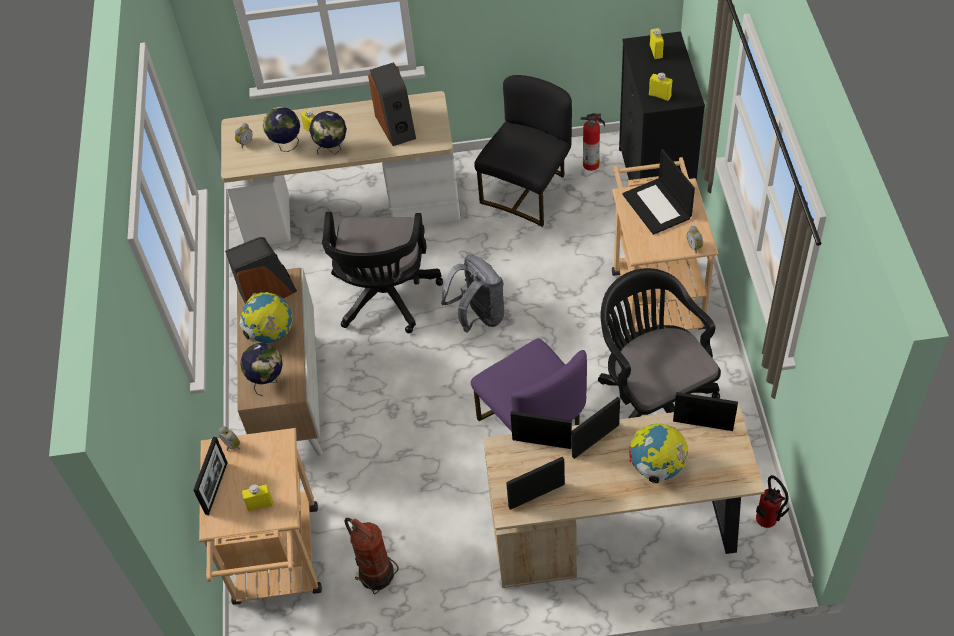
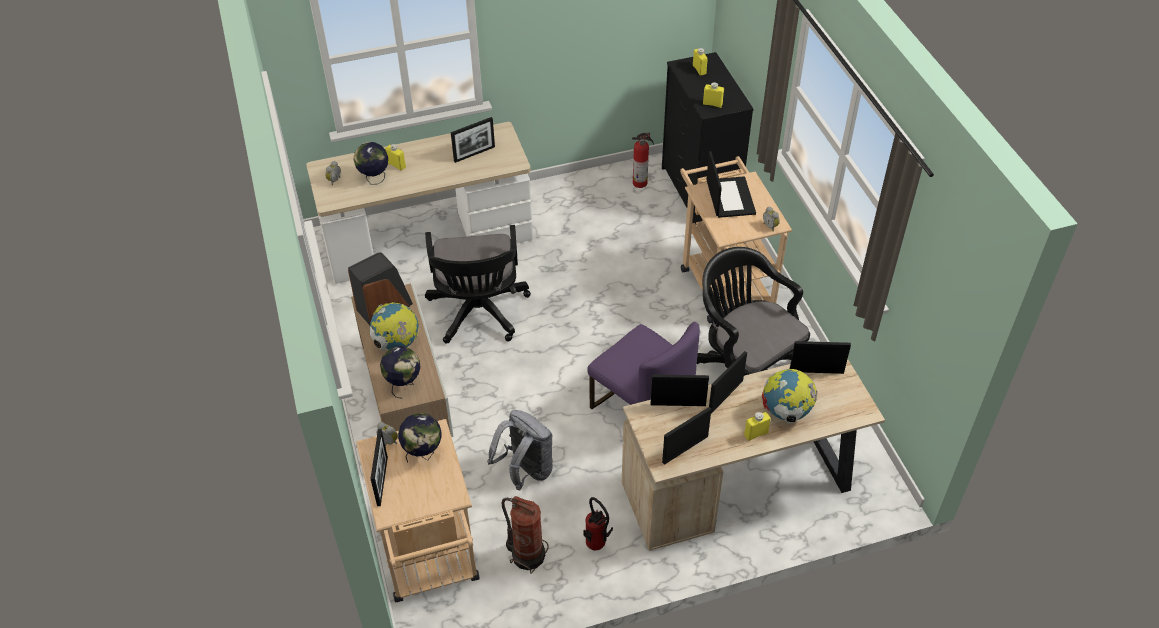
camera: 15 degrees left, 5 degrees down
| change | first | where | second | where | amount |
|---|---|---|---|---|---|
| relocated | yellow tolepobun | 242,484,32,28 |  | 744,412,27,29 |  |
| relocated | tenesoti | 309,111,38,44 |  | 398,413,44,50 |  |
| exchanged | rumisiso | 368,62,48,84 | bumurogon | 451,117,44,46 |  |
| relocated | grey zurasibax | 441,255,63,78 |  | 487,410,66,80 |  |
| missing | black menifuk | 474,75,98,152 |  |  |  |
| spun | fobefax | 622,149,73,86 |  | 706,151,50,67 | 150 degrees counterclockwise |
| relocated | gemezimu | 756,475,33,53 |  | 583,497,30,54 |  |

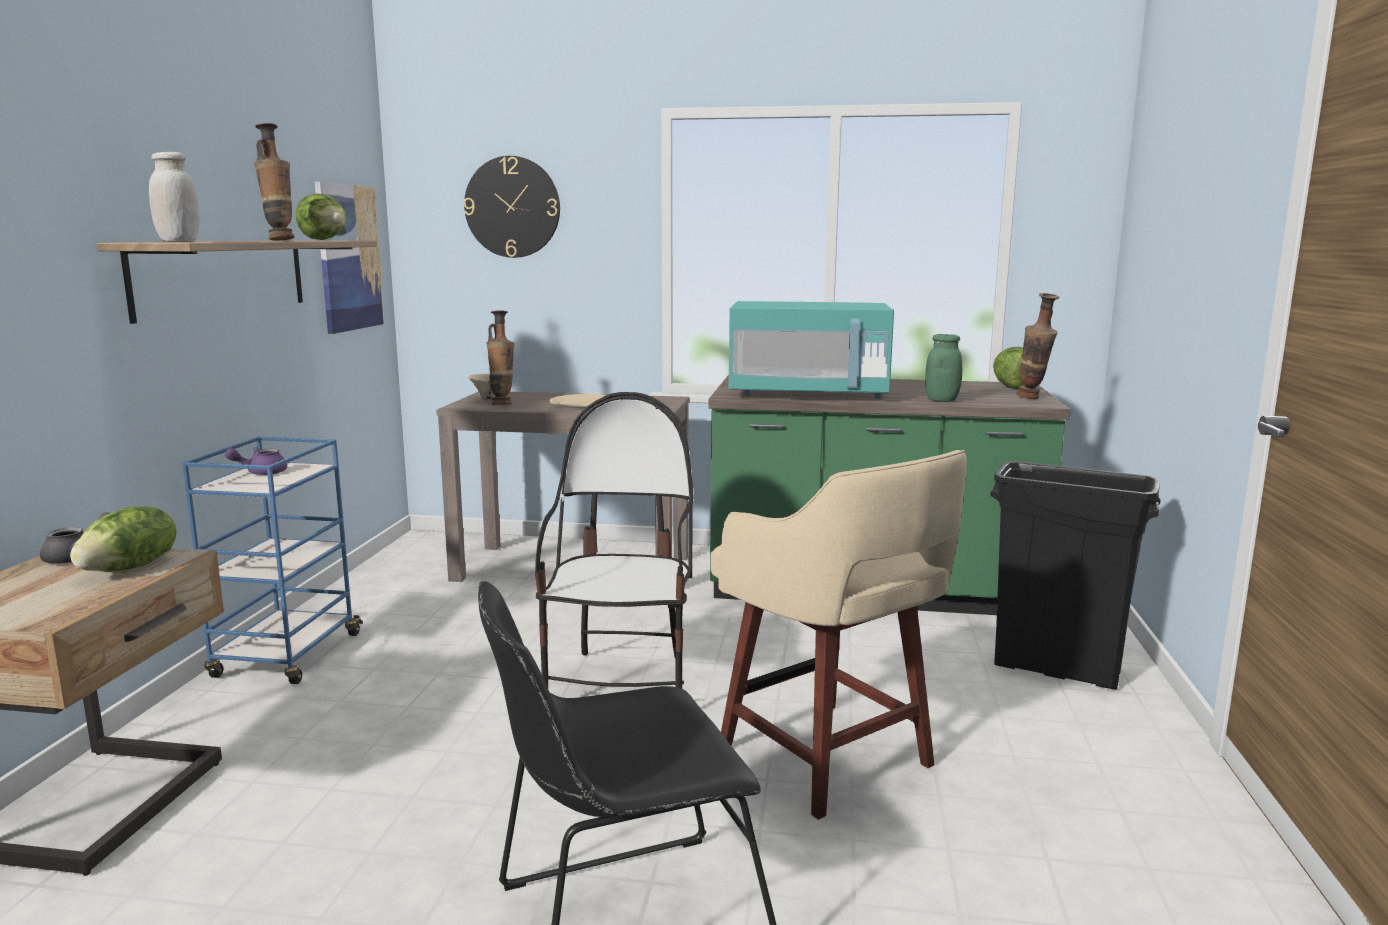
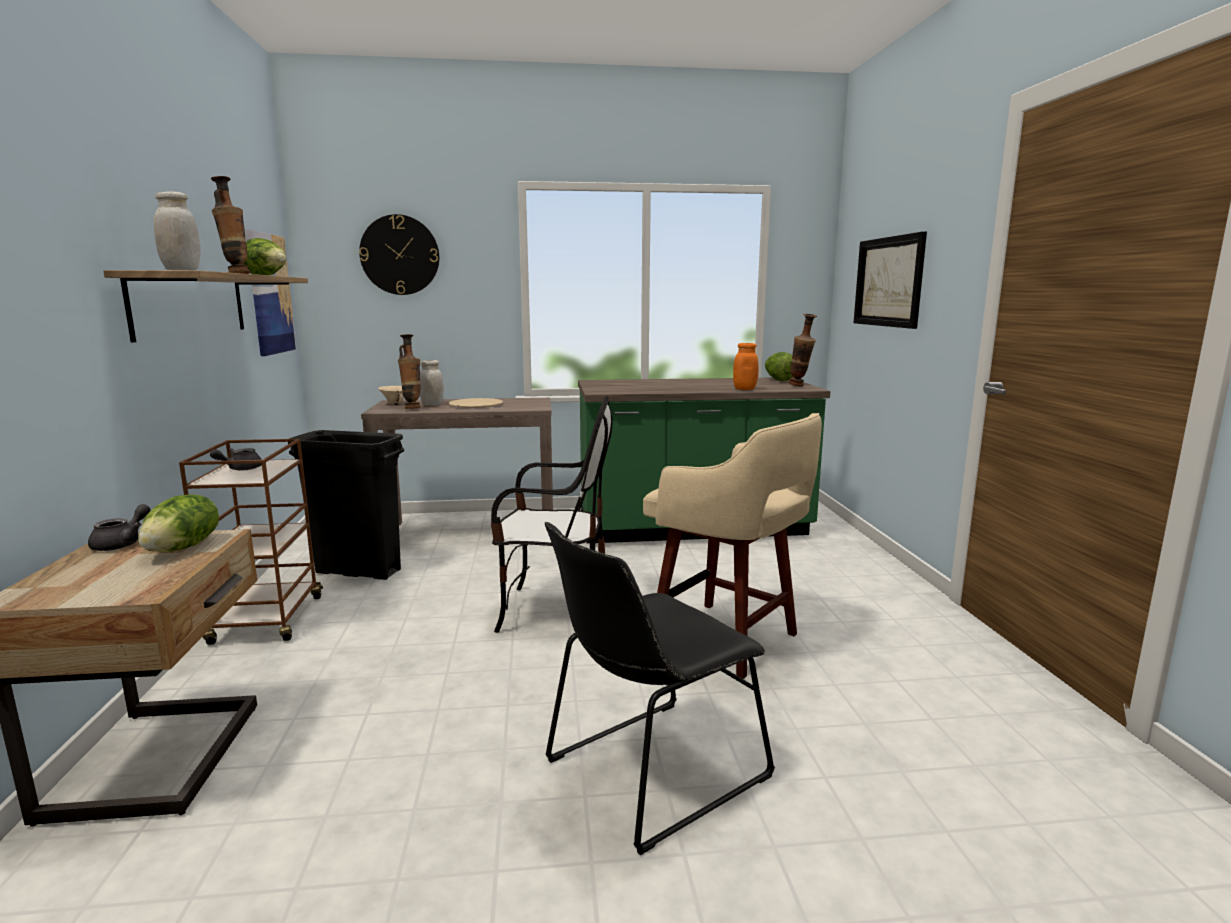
camera: 15 degrees left, 0 degrees up
| change | first | where | second | where | amount |
|---|---|---|---|---|---|
| colour | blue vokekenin | 182,437,181,247 | brown vokekenin | 179,439,144,206 |  |
| colour | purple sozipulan | 225,447,62,28 | grey sozipulan | 210,448,52,22 |  |
| spun | menifuk | 535,392,158,297 |  | 491,396,122,237 | 105 degrees clockwise |
| missing | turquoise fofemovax | 729,301,165,98 |  |  |  |
| colour | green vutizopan | 925,334,37,68 | orange vutizopan | 733,343,26,47 |  |
| relocated | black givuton | 990,461,171,229 |  | 288,430,116,150 |  |
| appeared |  |  | white vutizopan | 420,360,24,45 |  |
| appeared |  |  | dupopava | 854,232,73,97 |  |

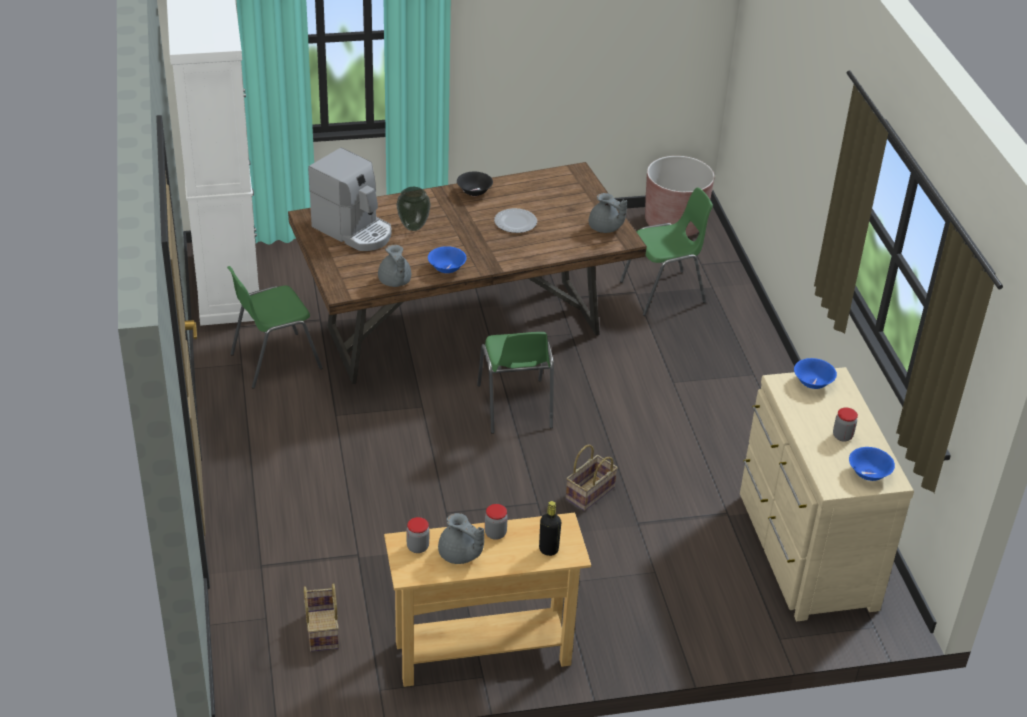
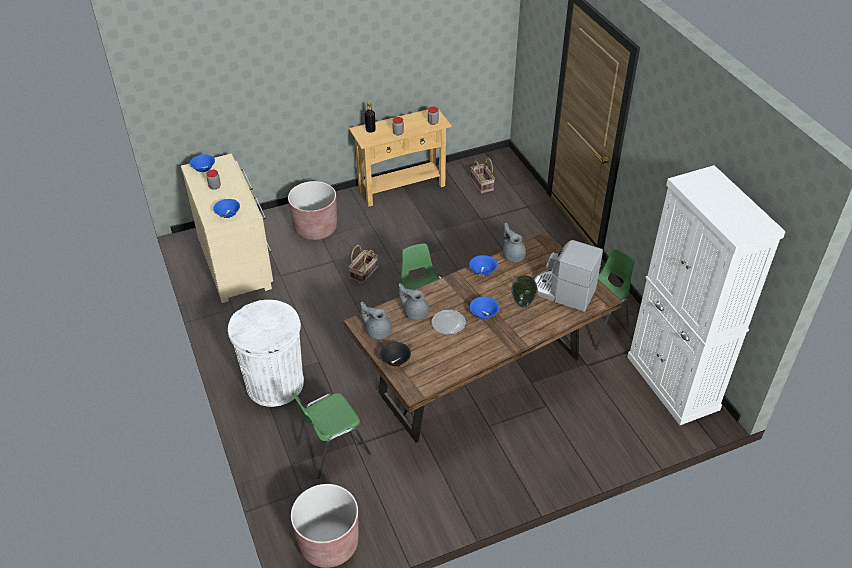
camera: 170 degrees right, 5 degrees up
| change | first | where | second | where | amount |
|---|---|---|---|---|---|
| relocated | grey sozipulan | 438,513,46,51 |  | 399,283,30,37 |  |
| relocated | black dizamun | 457,172,36,24 |  | 380,342,31,24 |  |
| appeared |  |  | white givuton | 228,300,76,107 |  |
| appeared |  |  | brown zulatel | 288,181,49,59 |  |
| appeared |  |  | blue dizamun | 470,297,29,22 |  |

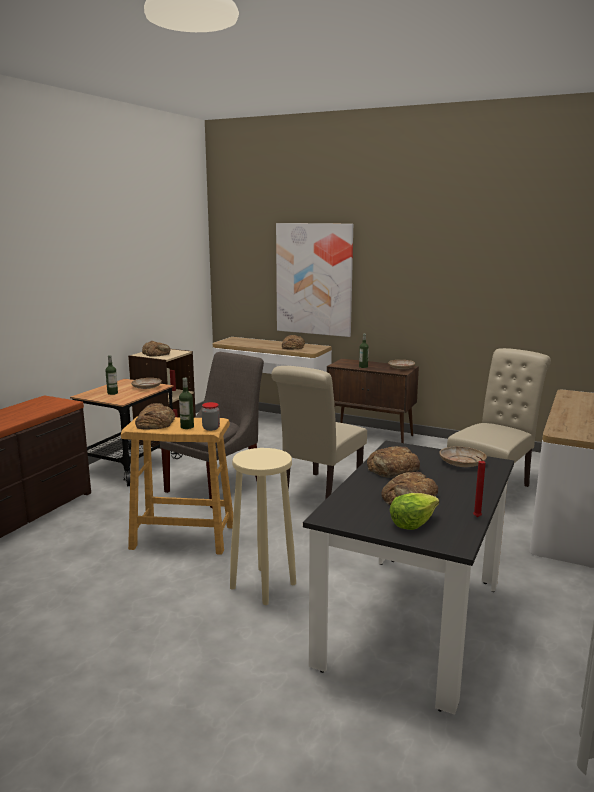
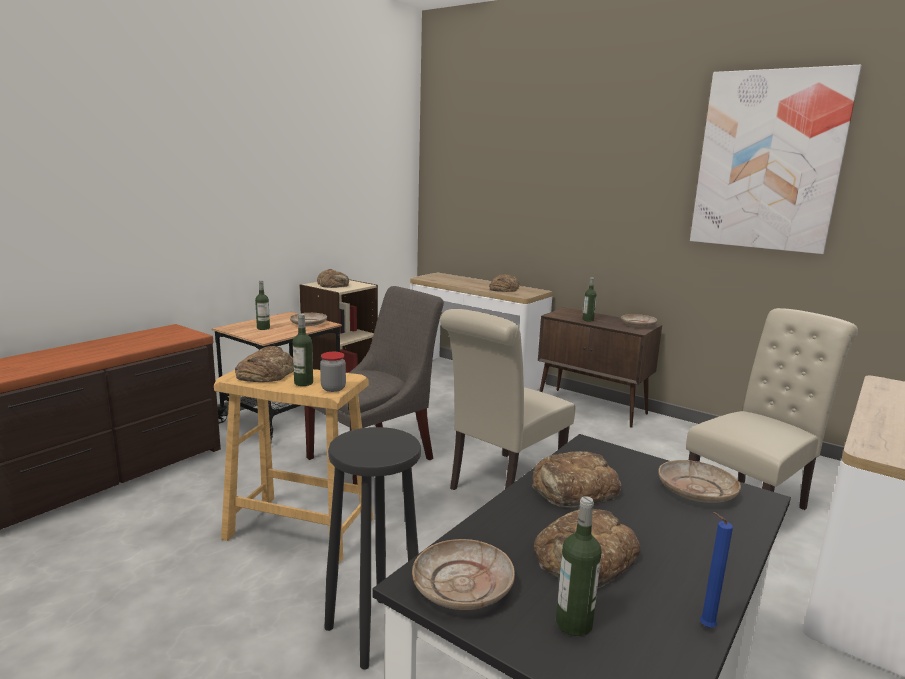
camera: 10 degrees right, 0 degrees up
| change | first | where | second | where | amount |
|---|---|---|---|---|---|
| colour | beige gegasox | 230,448,66,157 | black gegasox | 325,427,96,243 |  |
| relocated | dupopava | 276,223,77,114 |  | 690,65,172,189 |  |
| exchanged | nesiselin | 390,493,49,37 | tolepobun | 556,496,46,140 |  |
| colour | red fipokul | 473,456,13,61 | blue fipokul | 700,512,33,116 |  |
| appeared |  |  | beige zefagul | 412,539,103,71 |  |

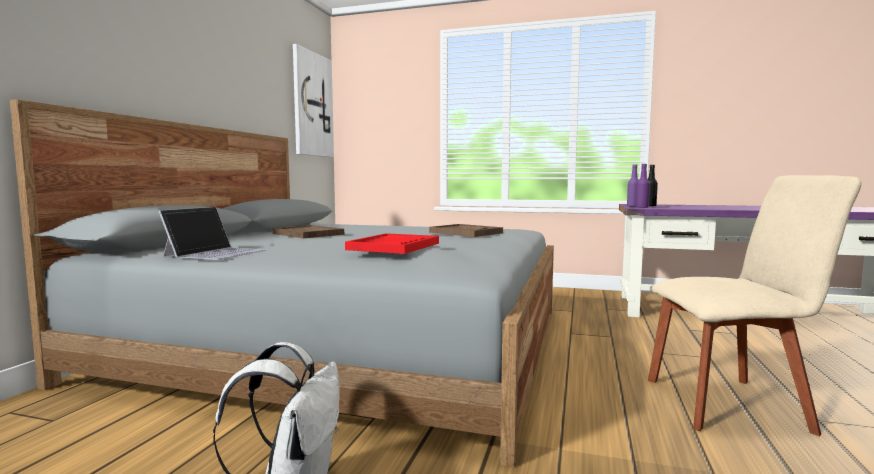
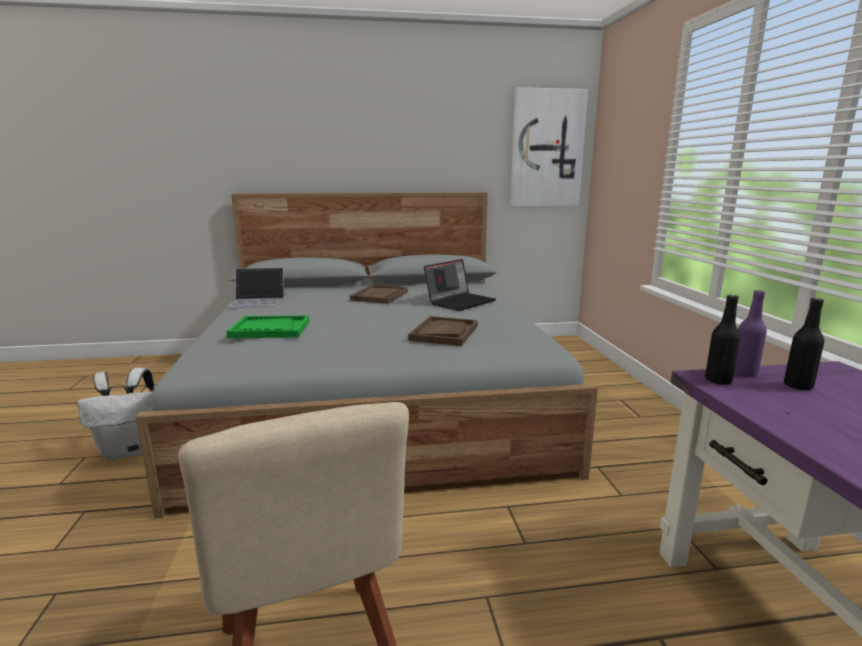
camera: 65 degrees right, 10 degrees up
| change | first | where | second | where | amount |
|---|---|---|---|---|---|
| colour | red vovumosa | 345,233,94,21 | green vovumosa | 226,316,84,22 |  |
| colour | purple tolepobun | 636,164,14,44 | black tolepobun | 705,295,36,90 |  |
| appeared |  |  | fobefax | 424,259,72,52 |  |

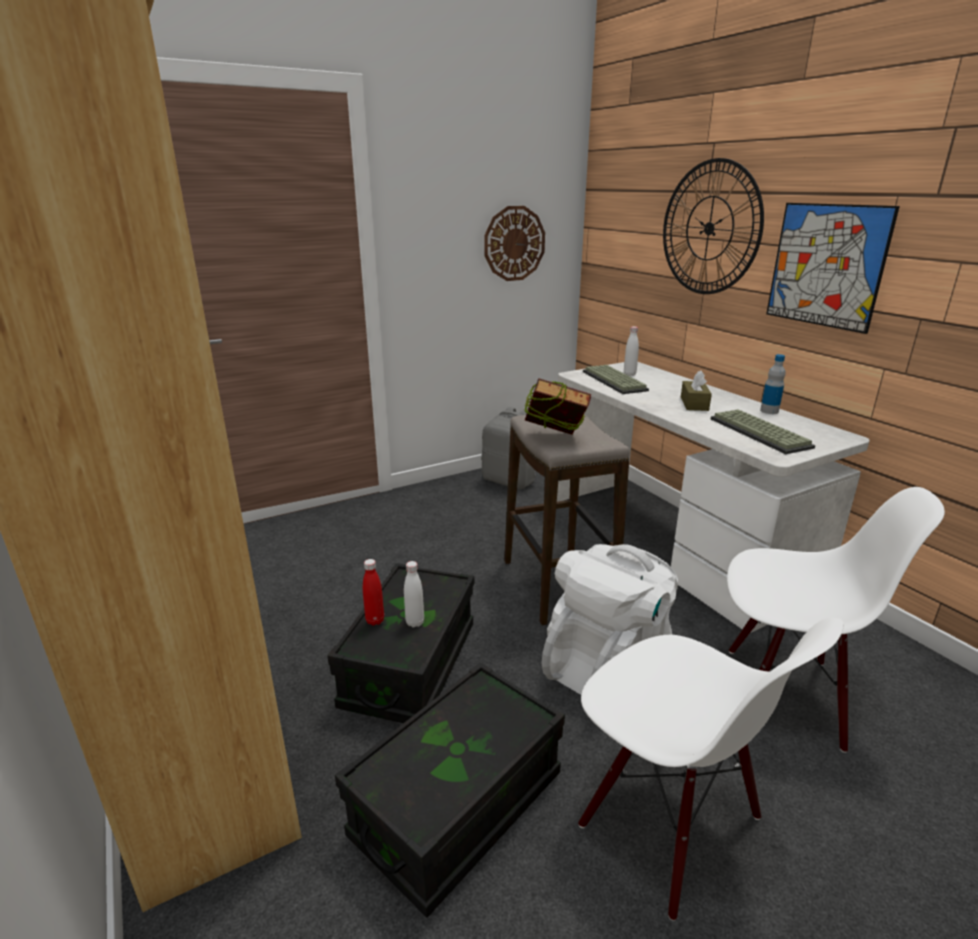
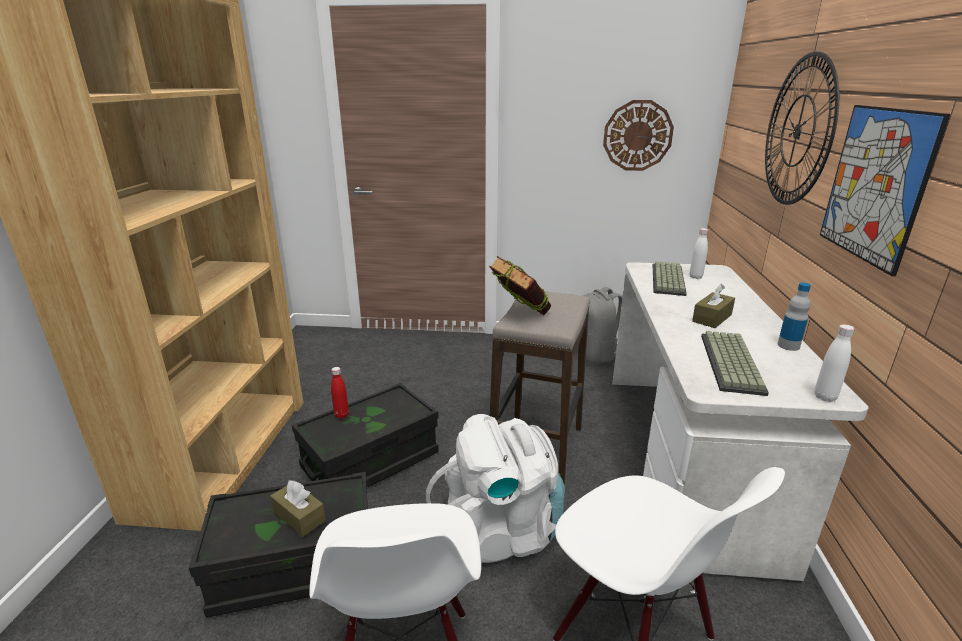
camera: 35 degrees right, 0 degrees up
| change | first | where | second | where | amount |
|---|---|---|---|---|---|
| relocated | white tolepobun | 404,561,20,66 |  | 814,324,41,78 |  |
| appeared |  |  | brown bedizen | 270,480,56,57 |  |

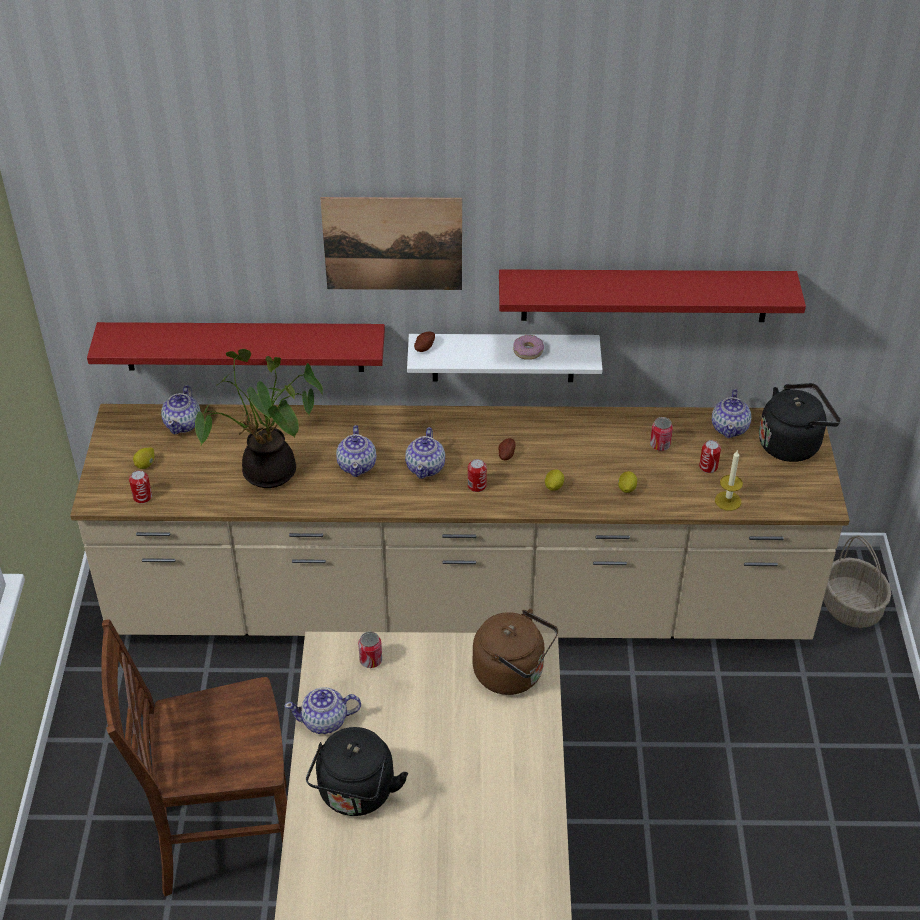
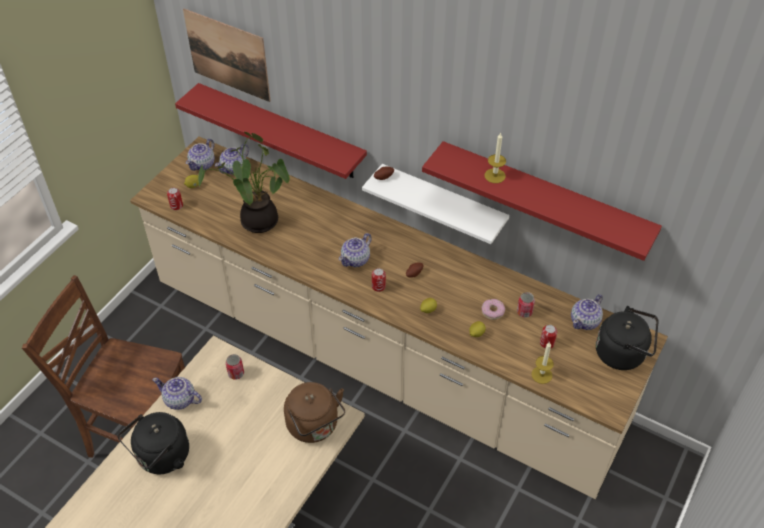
camera: 30 degrees right, 5 degrees up
| change | first | where | second | where | amount |
|---|---|---|---|---|---|
| relocated | dupopava | 320,197,142,93 |  | 183,9,87,93 |  |
| relocated | sozipulan | 336,425,40,52 |  | 186,139,29,32 |  |
| relocated | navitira | 513,335,31,25 |  | 481,299,24,21 |  |
| missing | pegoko | 823,536,68,92 |  |  |  |
| appeared |  |  | fipokul | 484,133,22,50 |  |

